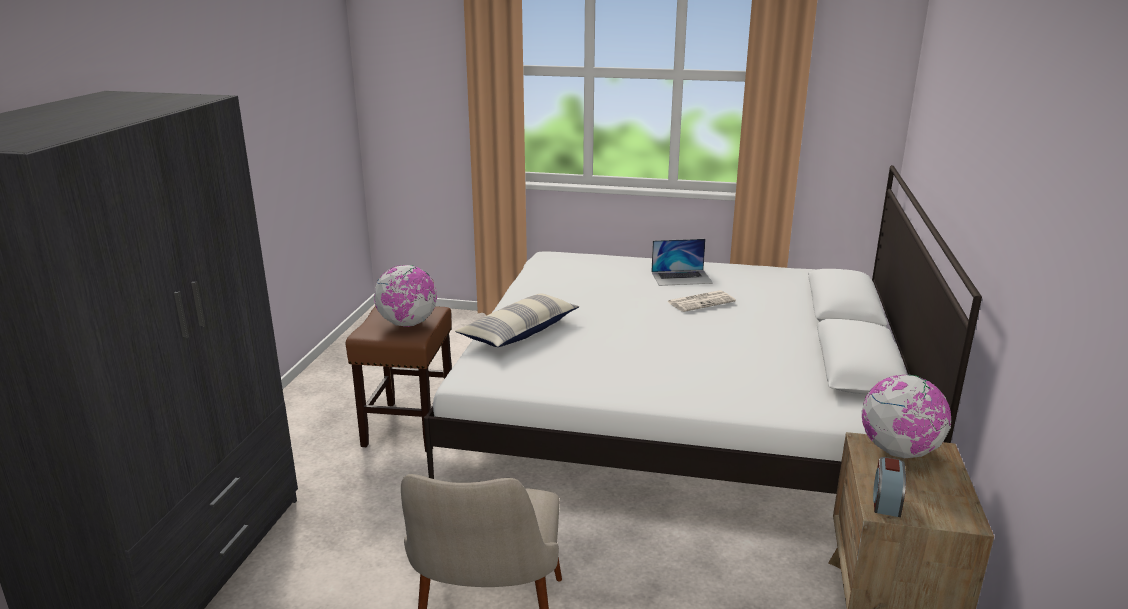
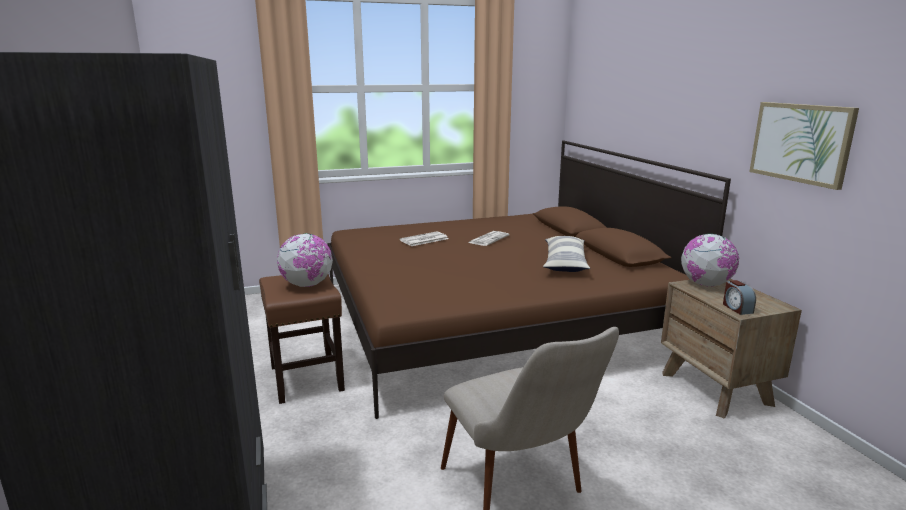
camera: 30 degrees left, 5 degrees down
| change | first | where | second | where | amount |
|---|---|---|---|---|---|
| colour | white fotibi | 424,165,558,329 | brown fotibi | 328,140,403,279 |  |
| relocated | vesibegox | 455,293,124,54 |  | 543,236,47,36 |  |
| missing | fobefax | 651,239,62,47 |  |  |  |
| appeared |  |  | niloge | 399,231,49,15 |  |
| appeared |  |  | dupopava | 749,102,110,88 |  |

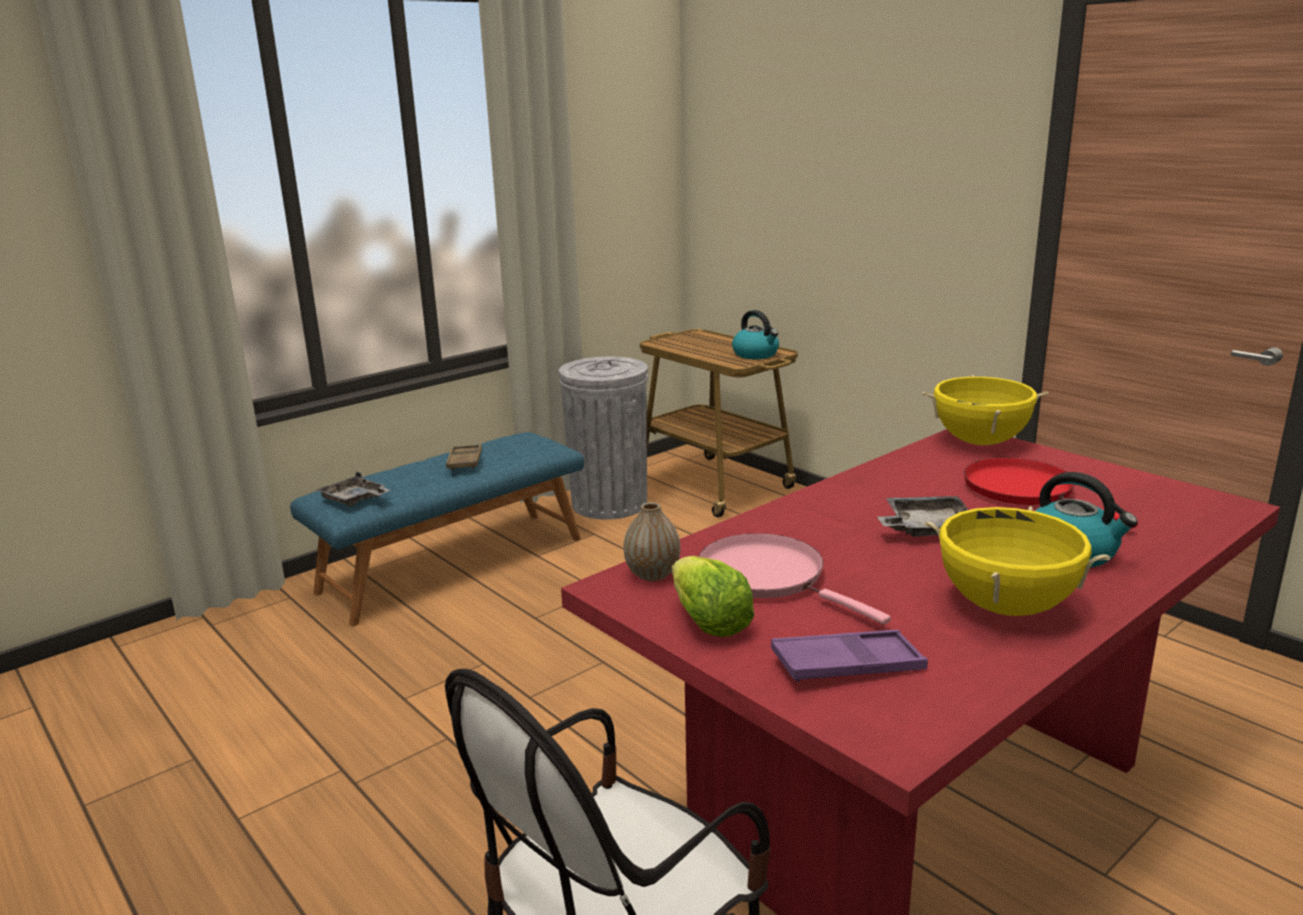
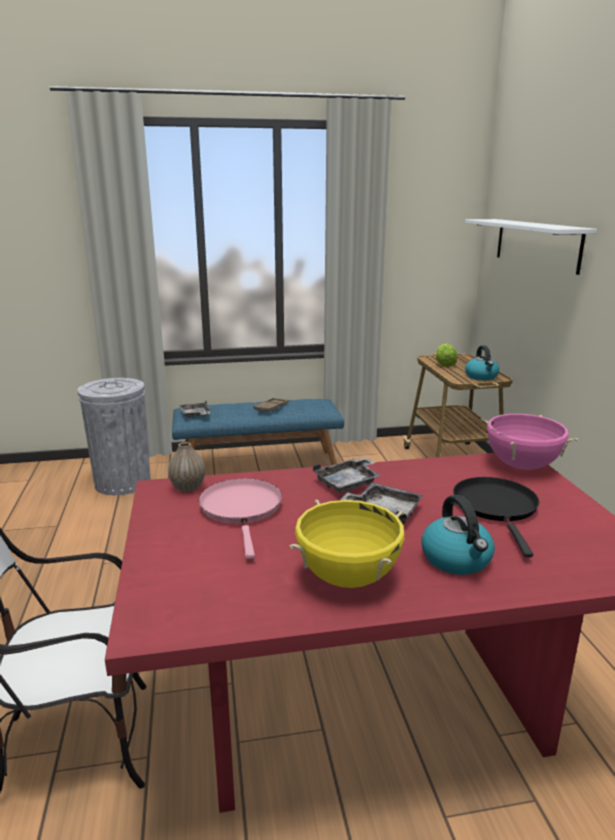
camera: 30 degrees right, 0 degrees up
| change | first | where | second | where | amount |
|---|---|---|---|---|---|
| relocated | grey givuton | 559,357,89,163 |  | 77,378,73,117 |  |
| relocated | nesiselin | 672,556,82,81 |  | 436,344,21,23 |  |
| missing | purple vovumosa | 771,630,157,52 |  |  |  |
| colour | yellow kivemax | 922,375,126,70 | pink kivemax | 481,414,97,56 |  |
| colour | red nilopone | 964,458,174,70 | black nilopone | 453,477,86,80 |  |
| appeared |  |  | grey vovumosa | 313,458,68,35 |  |
| appeared |  |  | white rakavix | 465,219,132,56 |  |

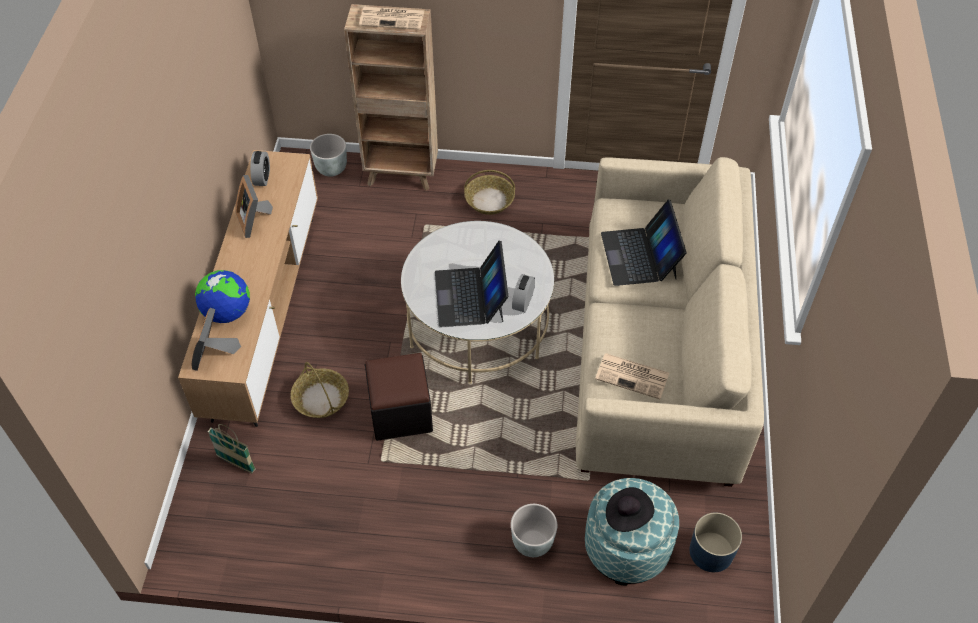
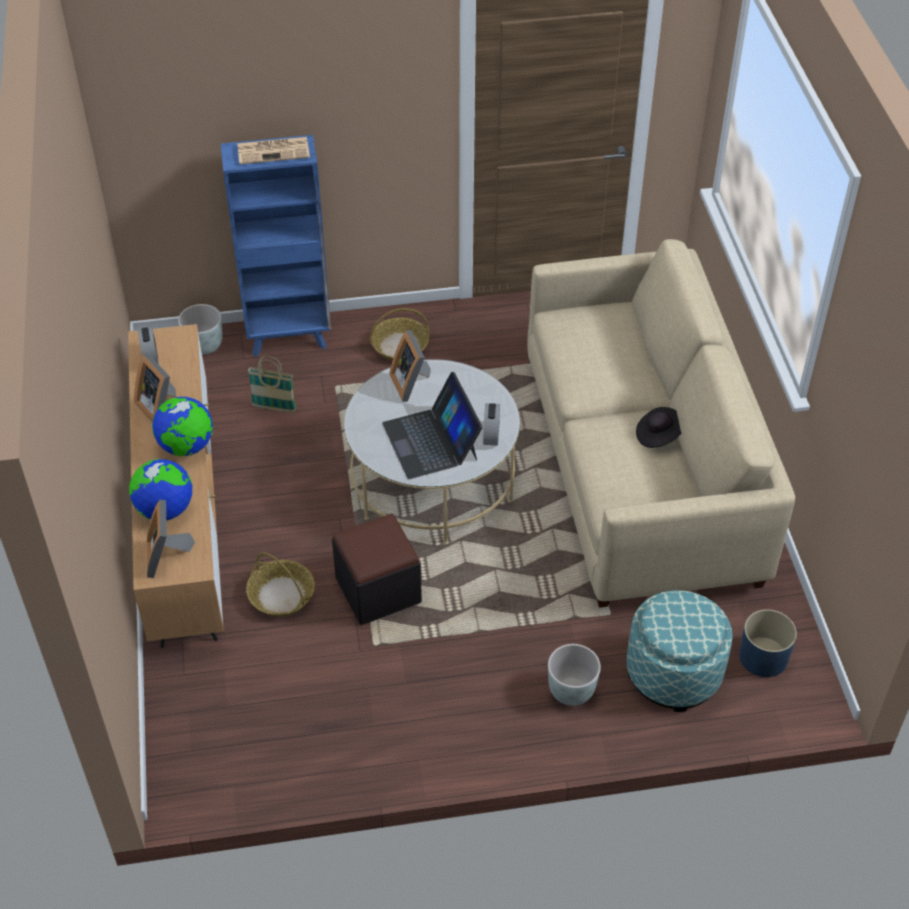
camera: 15 degrees left, 5 degrees down
| change | first | where | second | where | amount |
|---|---|---|---|---|---|
| relocated | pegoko | 208,424,48,49 |  | 248,356,48,57 |  |
| colour | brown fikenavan | 344,4,94,187 | blue fikenavan | 221,135,110,222 |  |
| missing | niloge | 595,353,74,46 |  |  |  |
| missing | fobefax | 601,199,86,87 |  |  |  |
| relocated | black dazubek | 606,487,48,45 |  | 636,407,45,41 |  |
| appeared |  |  | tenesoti | 152,397,61,59 |  |
| appeared |  |  | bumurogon | 390,330,41,72 |  |

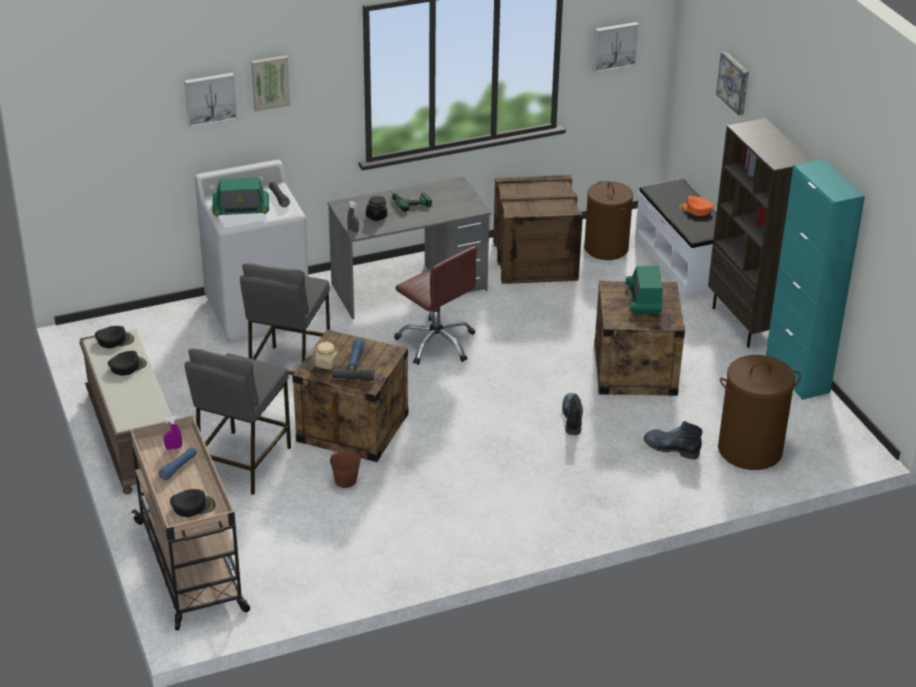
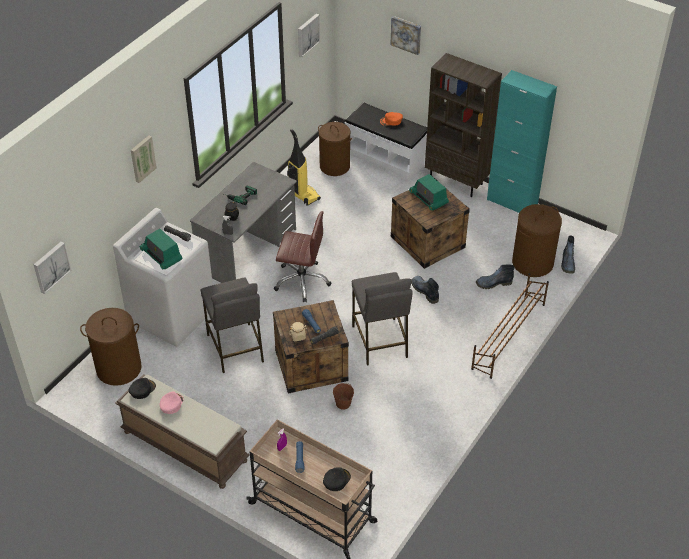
camera: 35 degrees left, 10 degrees up
| change | first | where | second | where | amount |
|---|---|---|---|---|---|
| colour | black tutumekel | 108,351,39,25 | pink tutumekel | 160,391,23,23 |  |
| relocated | dupopava | 184,73,53,54 |  | 33,241,38,53 |  |
| relocated | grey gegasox | 184,348,107,147 |  | 352,272,61,93 |  |
| spun | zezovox | 212,177,57,39 |  | 139,229,44,40 | 90 degrees clockwise |
| exchanged | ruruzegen | 493,175,90,109 | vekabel | 287,129,34,77 |  |
| appeared |  |  | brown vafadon | 80,308,61,78 |  |
| appeared |  |  | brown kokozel | 471,273,78,106 |  |
| appeared |  |  | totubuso | 561,235,14,39 |  |

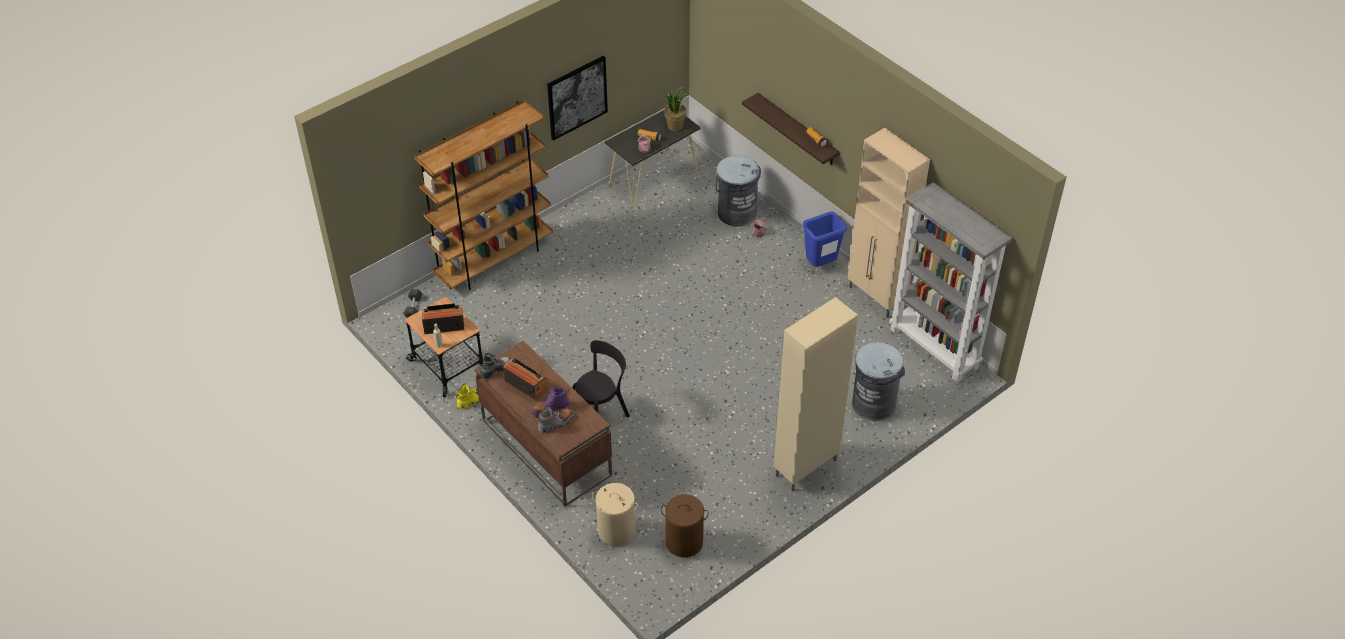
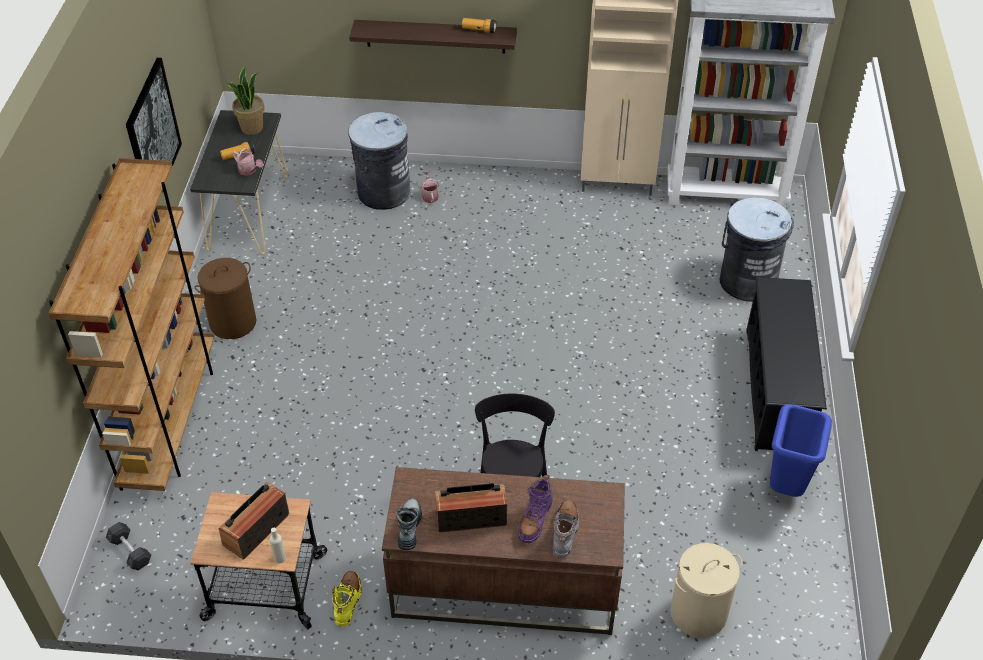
camera: 45 degrees left, 0 degrees up
| change | first | where | second | where | amount |
|---|---|---|---|---|---|
| relocated | brown vafadon | 661,494,48,63 |  | 194,258,62,81 |  |
| exchanged | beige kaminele | 774,297,84,194 | black kokozel | 746,277,81,174 |  |
| relocated | blue givuton | 802,212,45,55 |  | 770,404,62,93 |  |

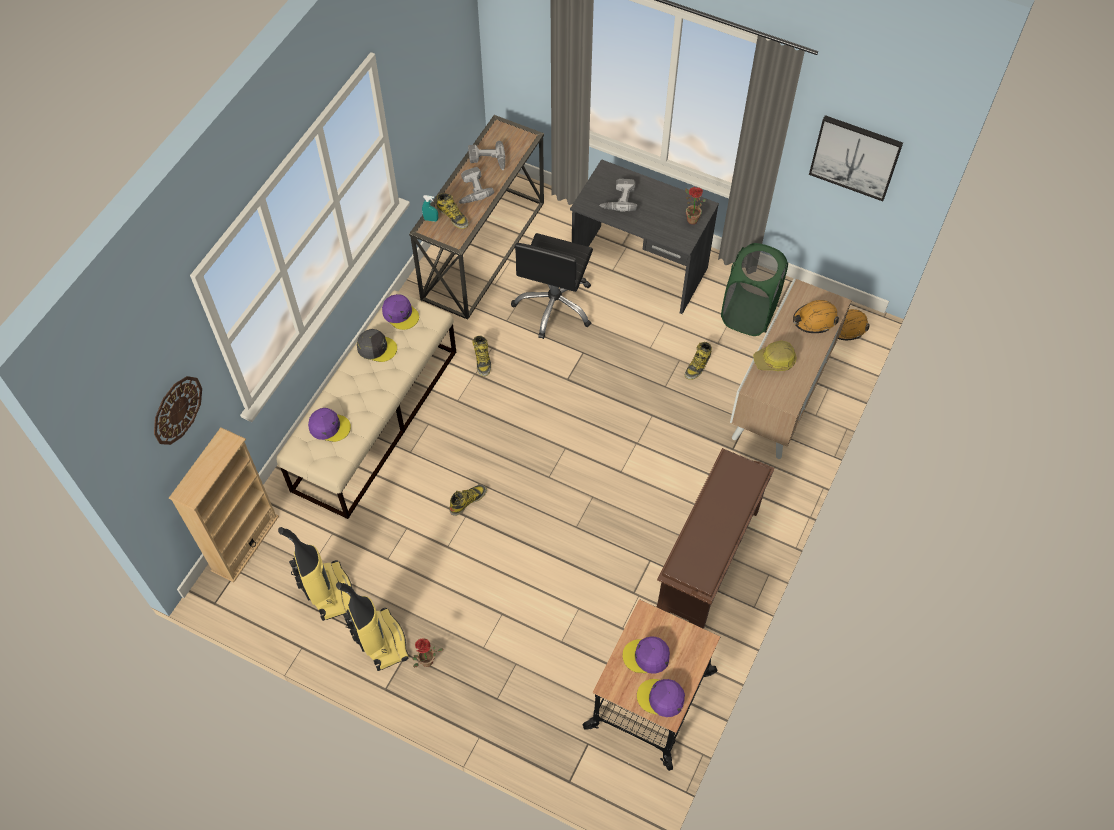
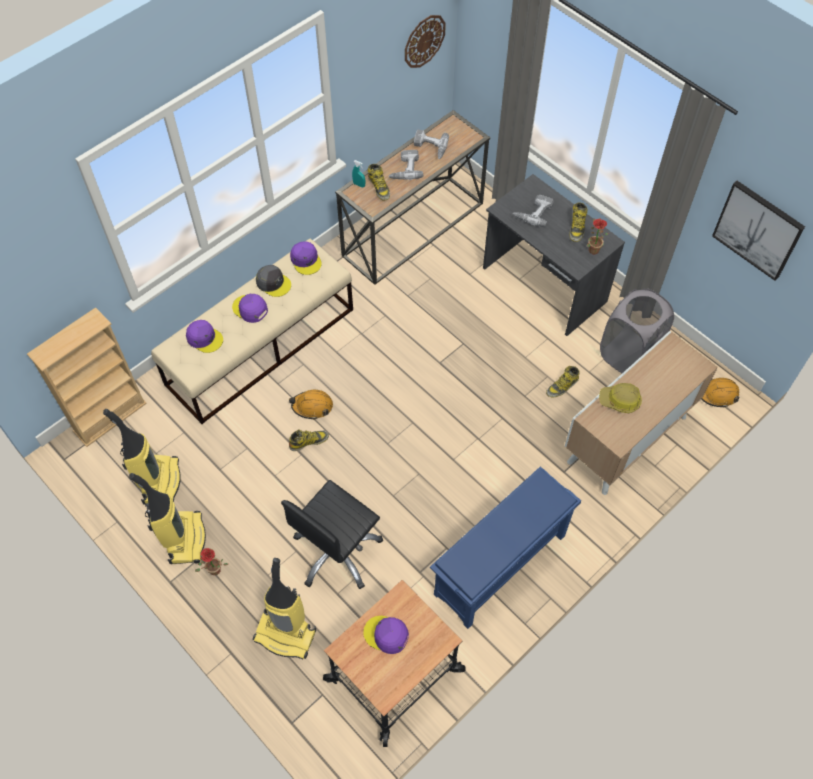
camera: 20 degrees right, 0 degrees up
| change | first | where | second | where | amount |
|---|---|---|---|---|---|
| relocated | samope | 154,376,48,69 |  | 405,15,41,53 |  |
| relocated | totubuso | 472,336,19,40 |  | 569,203,19,39 |  |
| relocated | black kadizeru | 511,233,82,106 |  | 281,480,102,109 |  |
| relocated | purple tutumekel | 637,679,48,38 |  | 232,294,36,29 |  |
| colour | brown kokozel | 657,448,117,181 | blue kokozel | 430,466,151,163 |  |
| colour | green vafadon | 721,243,67,93 | grey vafadon | 600,288,74,85 |  |
| relocated | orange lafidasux | 793,300,46,33 |  | 289,390,44,29 |  |
| appeared |  |  | vekabel | 253,558,63,101 |  |

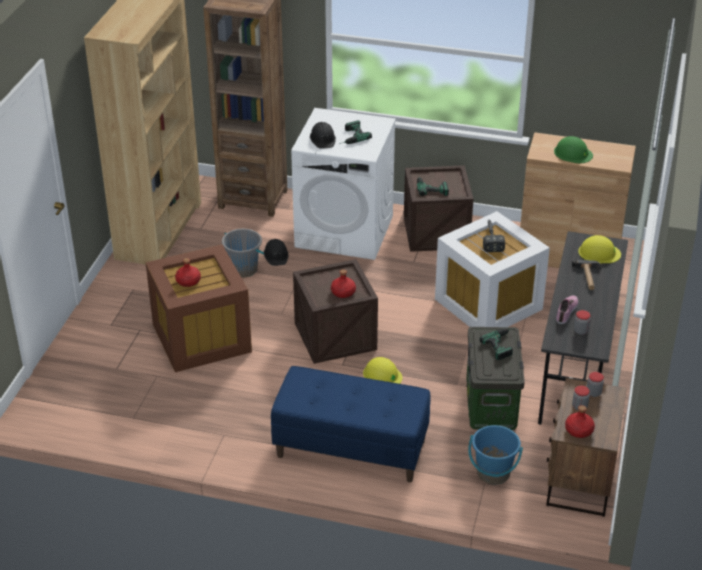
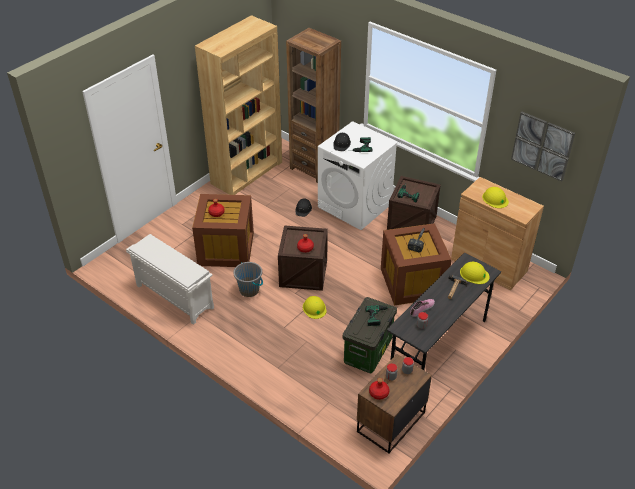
camera: 25 degrees right, 5 degrees up
| change | first | where | second | where | amount |
|---|---|---|---|---|---|
| relocated | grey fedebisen | 222,229,42,49 |  | 233,262,30,35 |  |
| missing | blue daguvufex | 271,366,160,116 |  |  |  |
| colour | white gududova | 435,211,115,116 | brown gududova | 381,223,71,83 |  |
| missing | blue fedebisen | 468,425,55,60 |  |  |  |
| colour | green lafidasux | 554,136,39,27 | yellow lafidasux | 482,187,27,21 |  |
| appeared |  |  | white kokozel | 126,234,88,91 |  |
| appeared |  |  | dupopava | 511,112,64,70 |  |

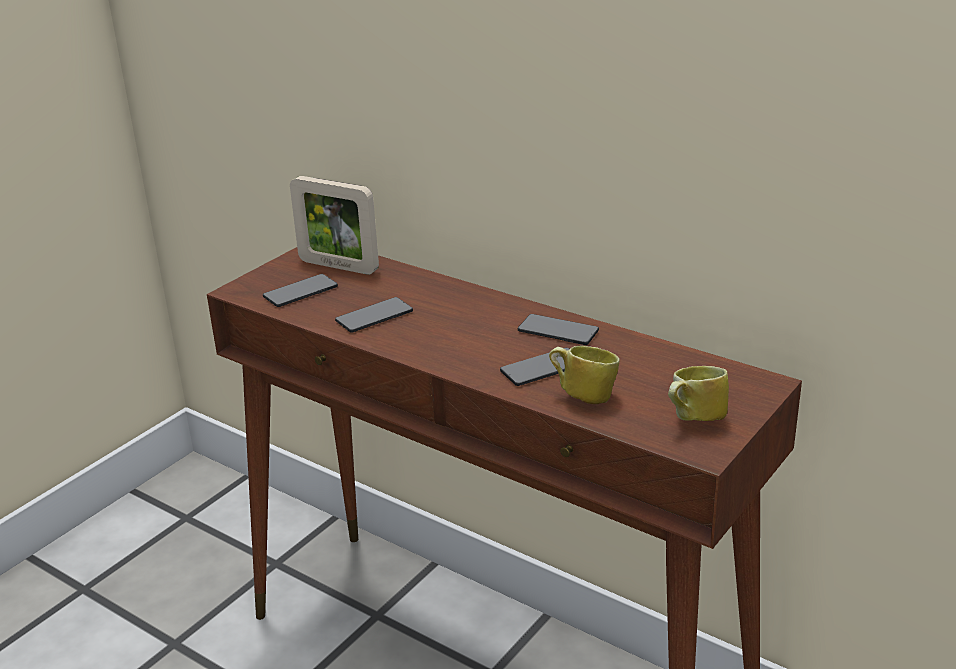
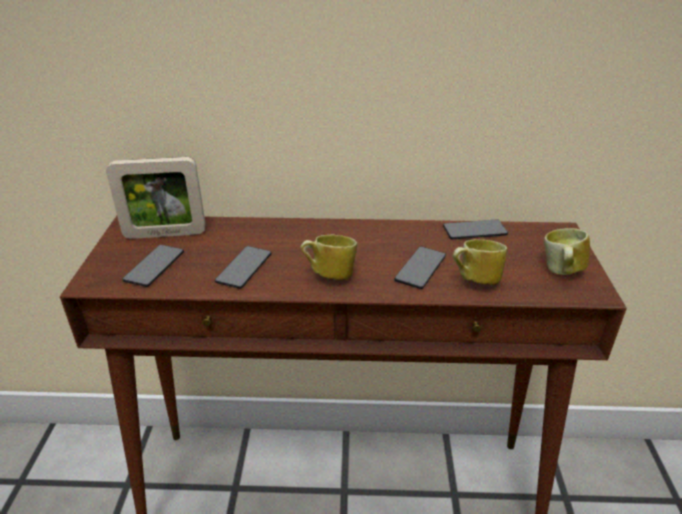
camera: 35 degrees left, 5 degrees up
| change | first | where | second | where | amount |
|---|---|---|---|---|---|
| relocated | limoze | 518,314,81,31 |  | 443,219,65,20 |  |
| appeared |  |  | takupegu | 300,235,57,46 |  |

